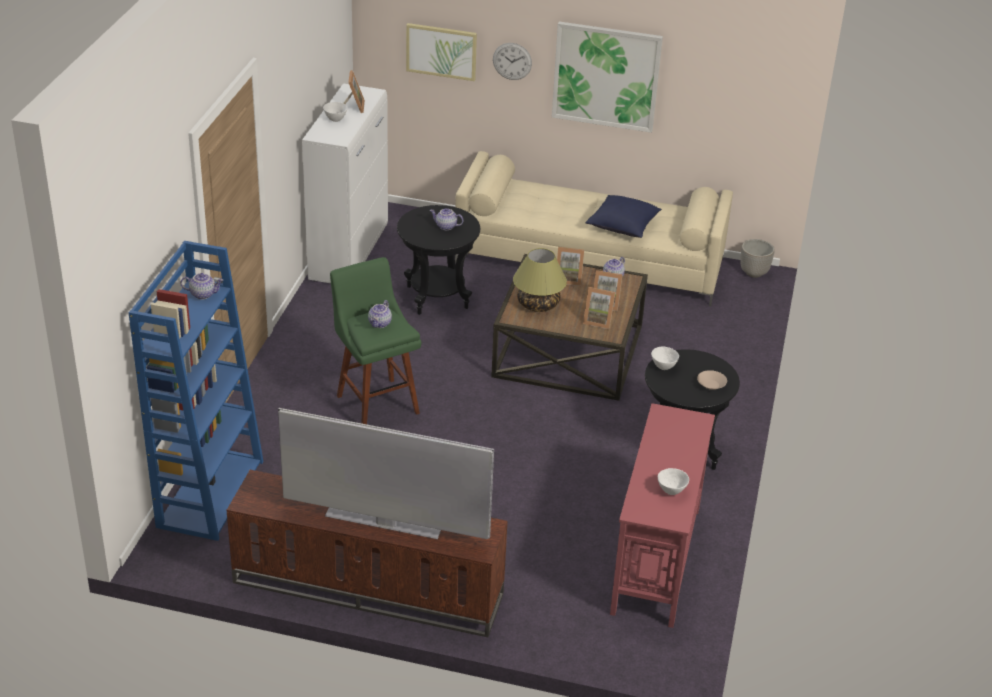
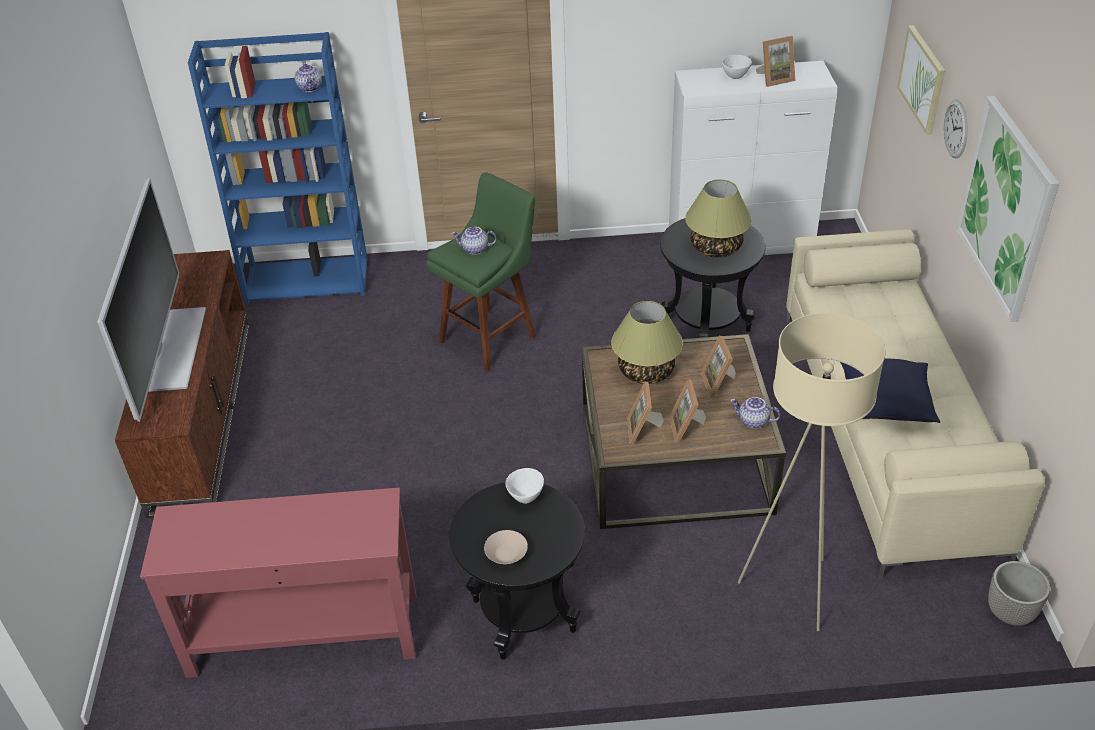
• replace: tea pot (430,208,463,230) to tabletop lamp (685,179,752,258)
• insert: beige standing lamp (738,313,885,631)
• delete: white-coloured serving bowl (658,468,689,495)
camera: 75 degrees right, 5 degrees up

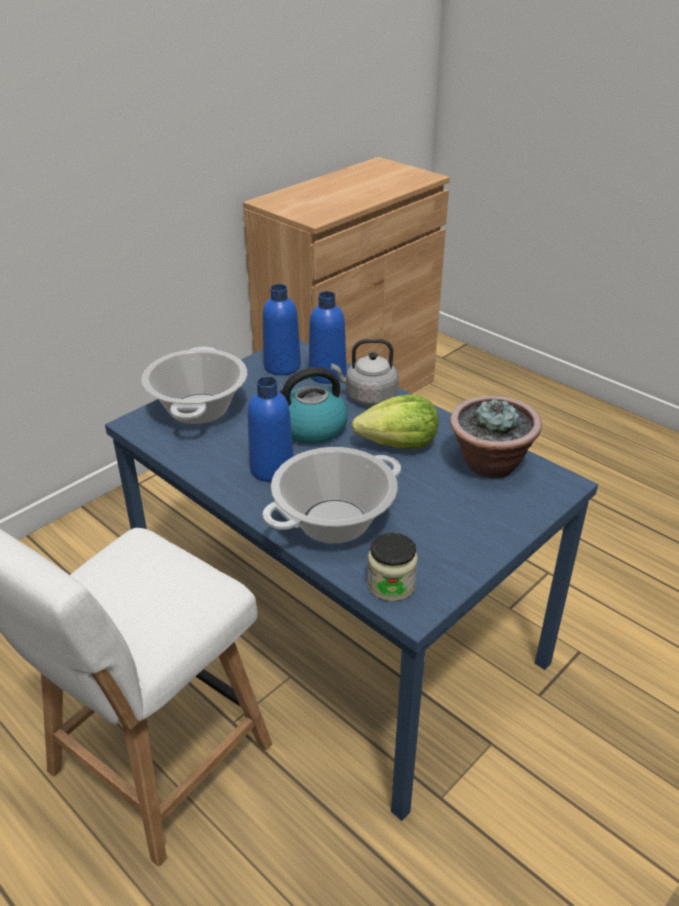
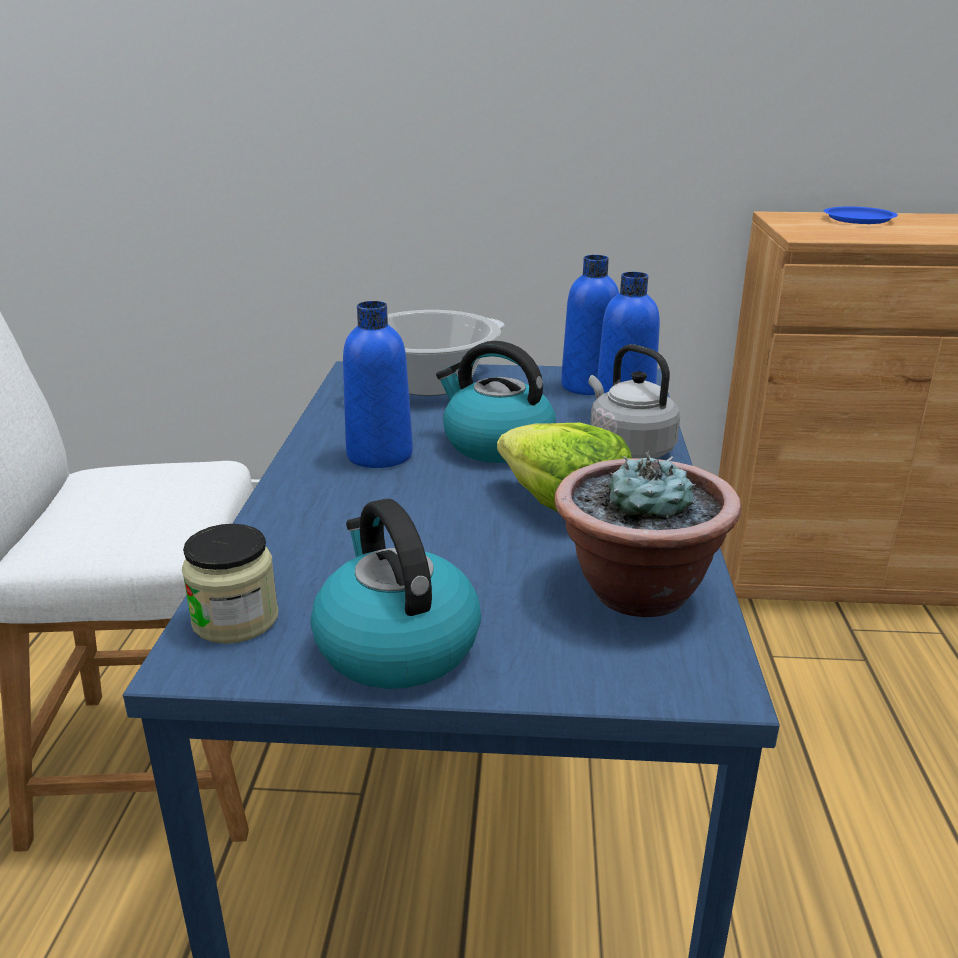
• insert: tea kettle (311,499,481,689)
• insert: blue-coloured dinner plate (824,206,898,224)
• delete: cooking pot (262,447,401,543)
camera: 50 degrees right, 10 degrees down

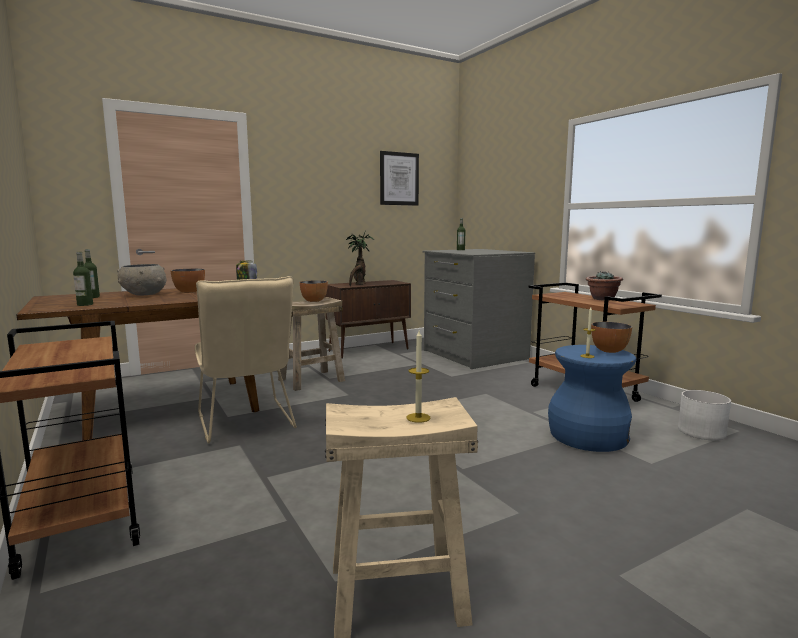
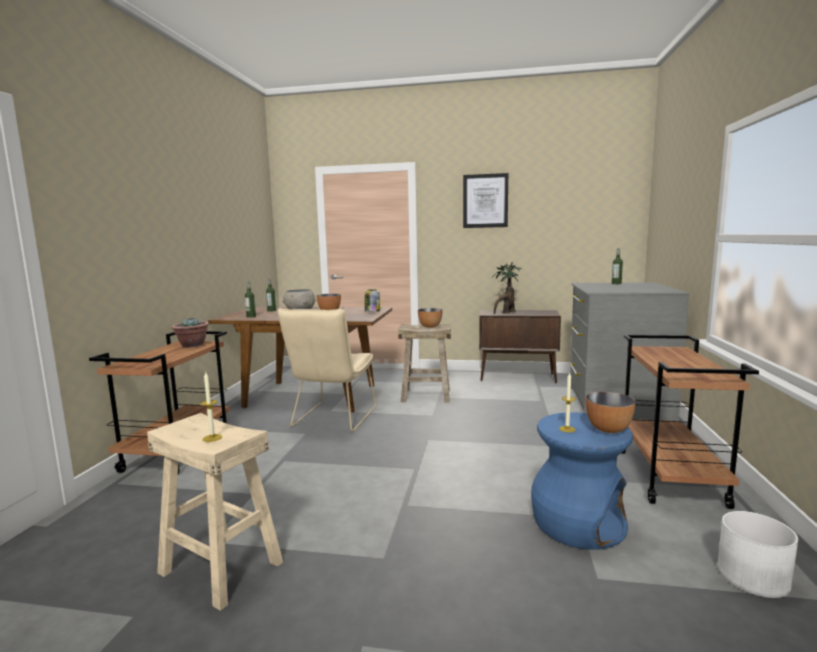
• move: potted plant (586,271,623,301) to (171,317,209,348)
• move: picture (380,151,419,206) to (463,173,508,228)
camera: 40 degrees right, 0 degrees up

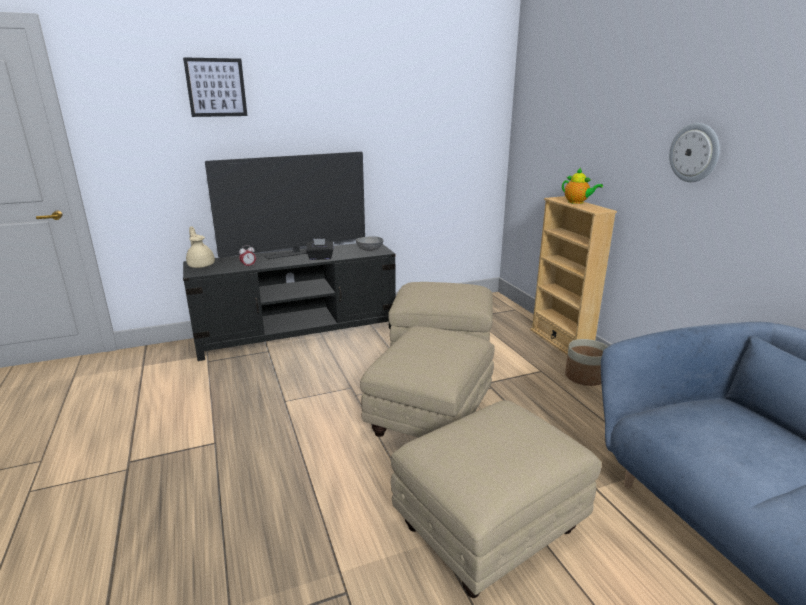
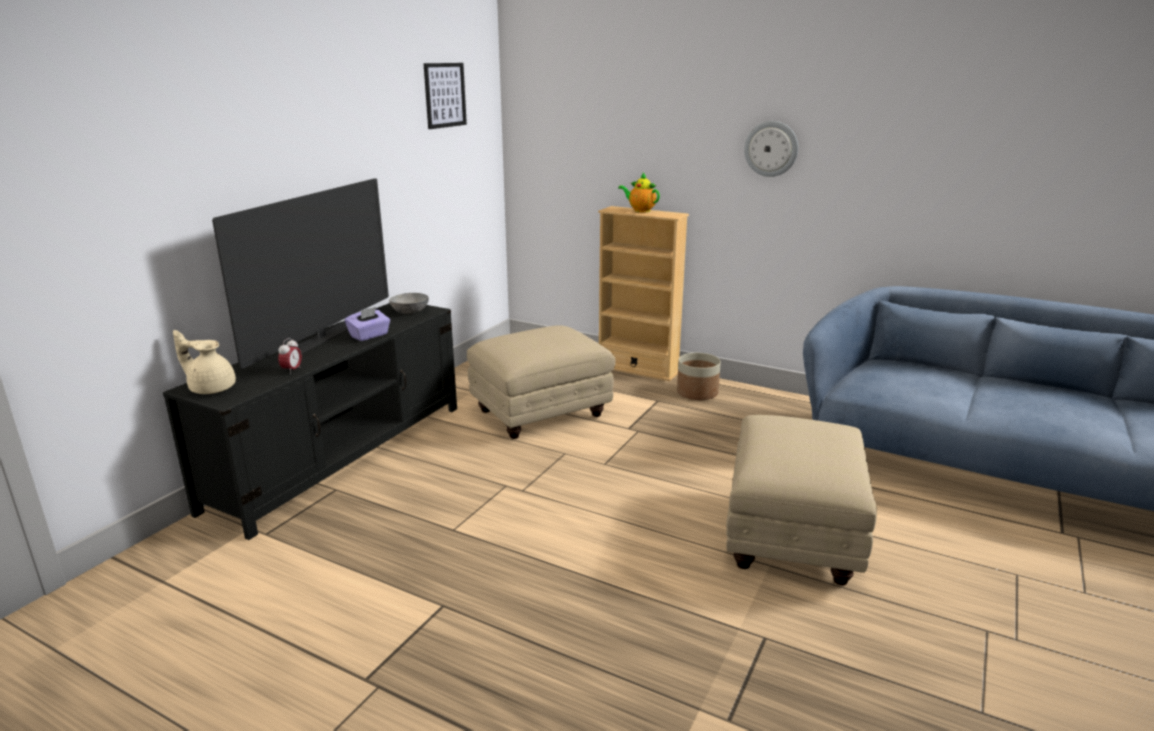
• recolor: blackish tissue holder (306,239,334,260) to purplish tissue holder (345,307,390,341)
• move: picture (183,57,247,117) to (423,63,467,129)
• rotate: tea pot (562,168,603,204) = (618,173,660,213) 150 degrees counterclockwise
• delete: beige pouffe (360,327,495,438)
camera: 40 degrees left, 0 degrees up

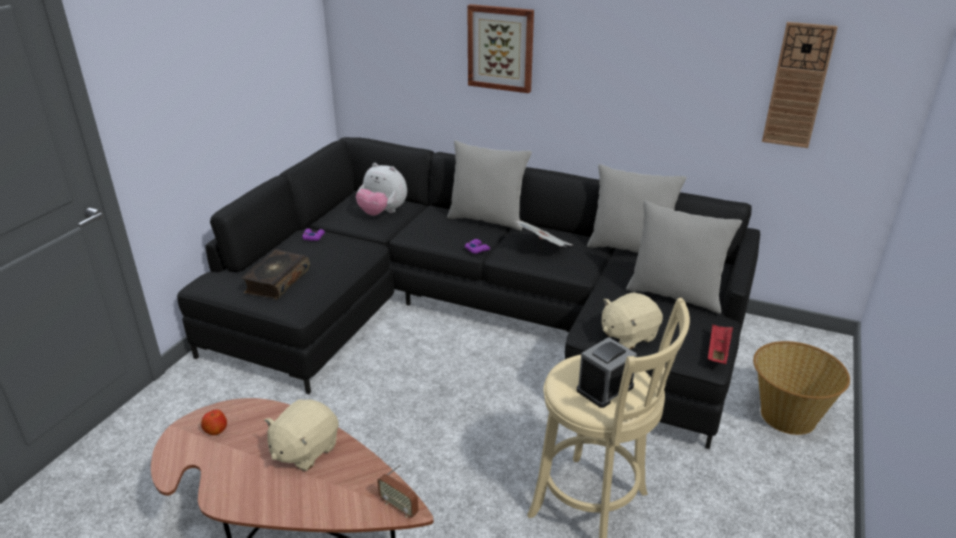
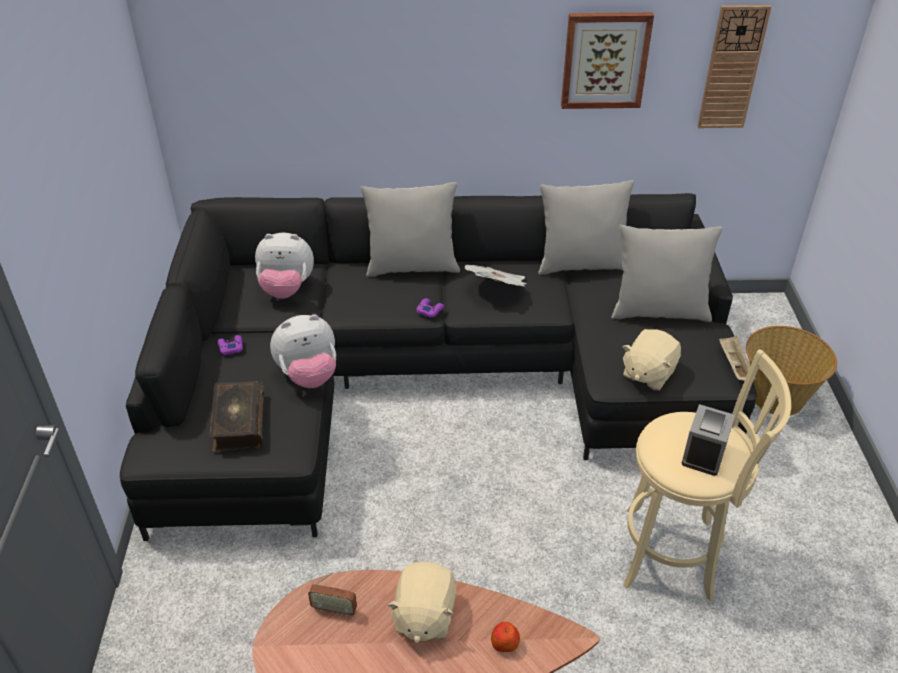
• insert: cuddly toy (270,314,336,388)
• move: radio (377,464,419,518) to (308,572,357,617)
• move: whole apple (201,410,227,435) to (491,622,520,652)
• move: picture (467,4,534,93) to (561,12,654,109)
• recolor: red-coloured tray (708,324,733,364) to beige tray (719,336,756,381)
camera: 25 degrees left, 10 degrees up

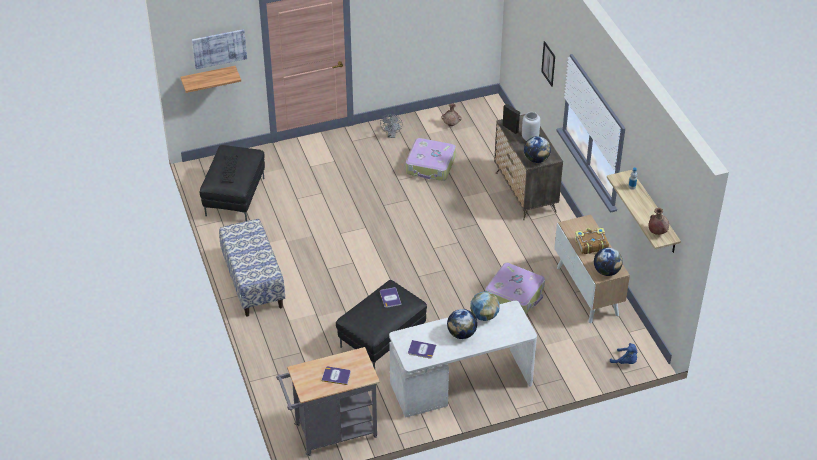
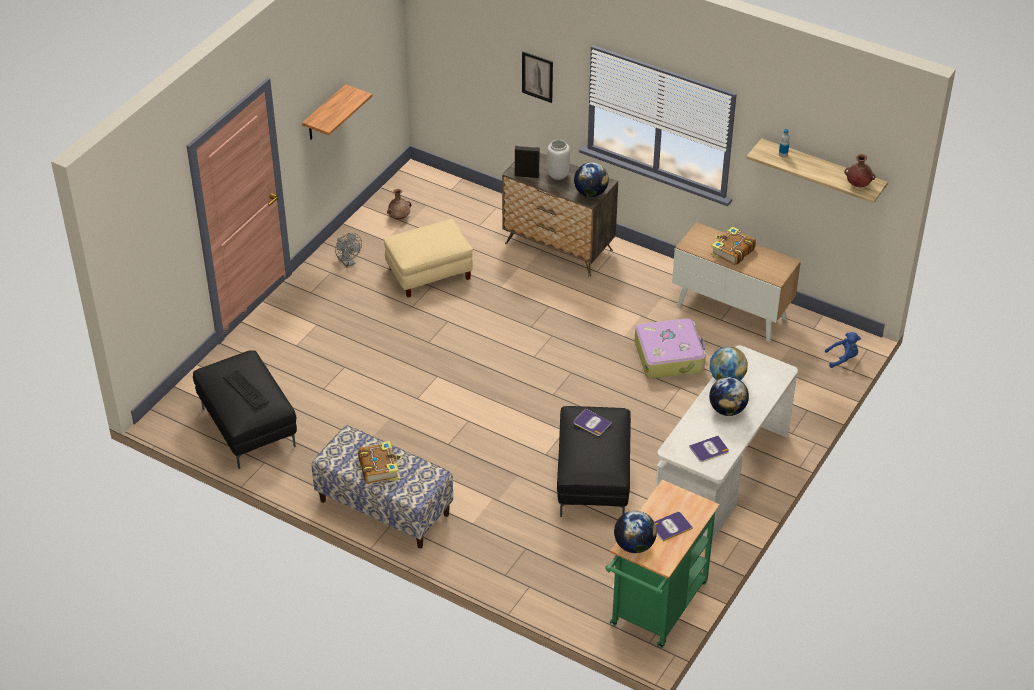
• move: wall shelf (181,66,241,93) to (302,84,372,140)
• insert: bound book (358,441,402,484)
• replace: suitcase (406,138,456,181) to beige pouffe (384,219,473,298)
• recolor: gray trolley (276,347,380,456) to green trolley (605,480,719,648)
• move: desk globe (594,247,623,276) to (614,510,657,553)
• delete: picture (192,29,247,69)
camera: 40 degrees left, 0 degrees up

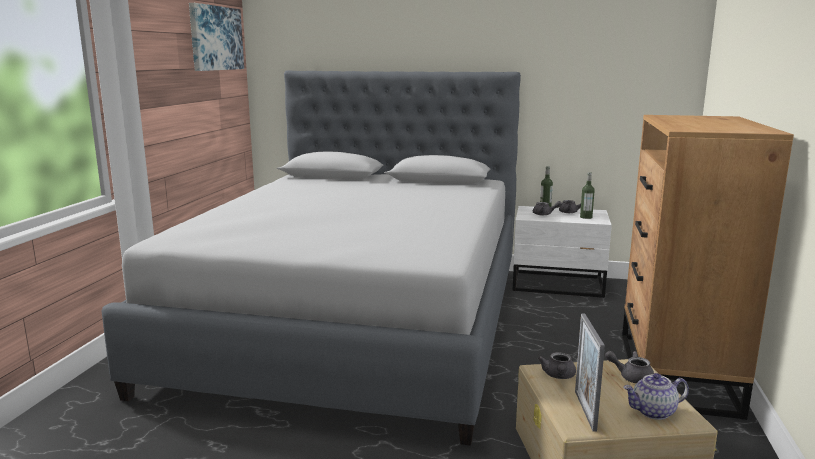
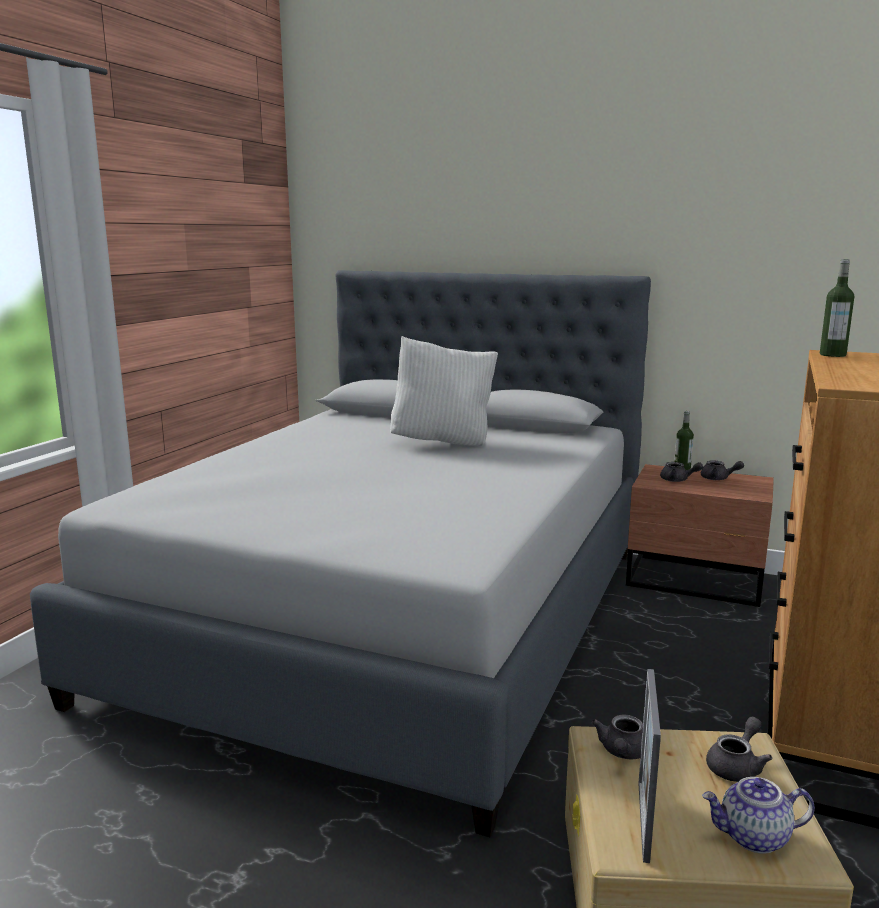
• insert: white-coloured pillow (390,336,498,446)
• recolor: white-coloured bedside table (512,206,612,298) to brownish bedside table (626,464,774,607)
• rotate: gray tea pot (605,351,654,383) = (706,717,772,782) 105 degrees clockwise
• move: beverage bottle (580,172,595,219) to (820,259,854,357)
• delete: picture (189,3,244,71)
camera: 10 degrees right, 0 degrees up

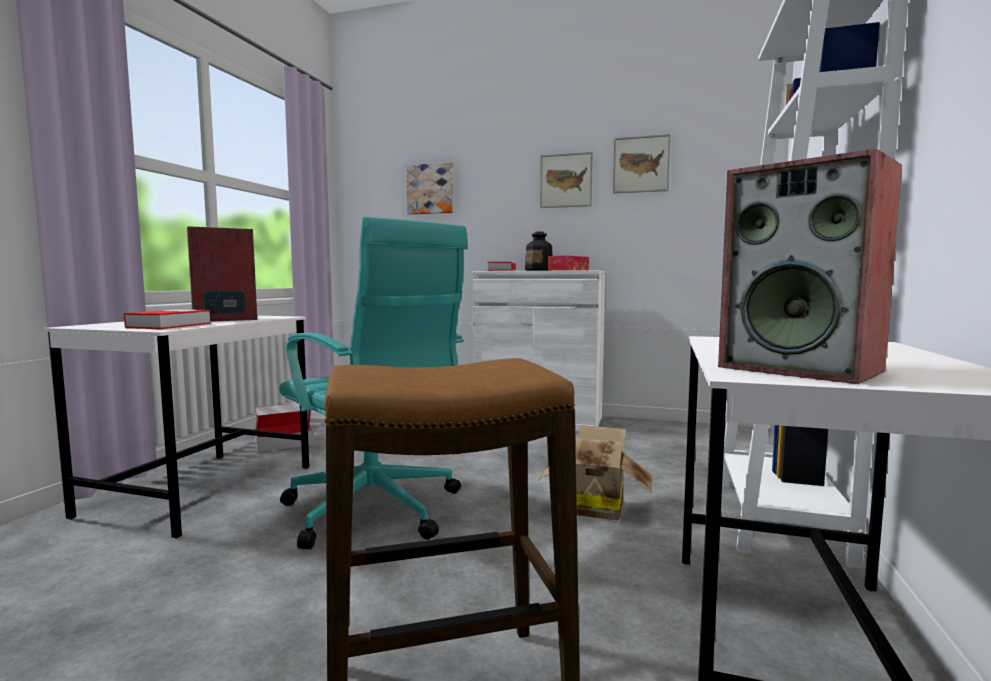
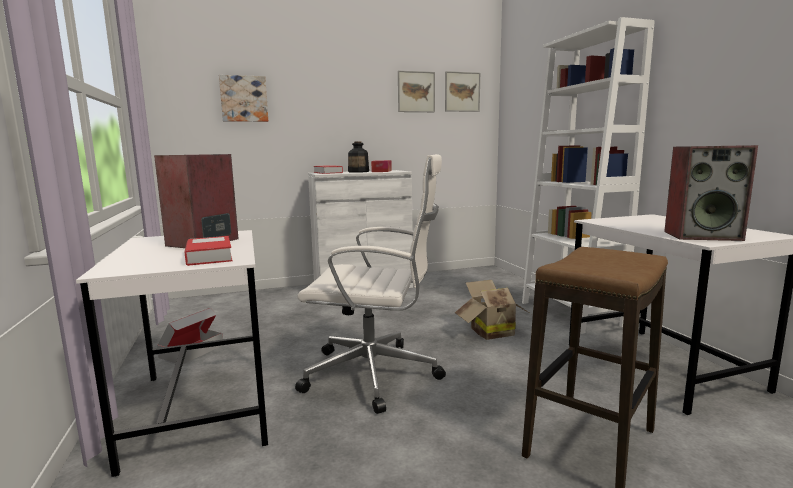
• recolor: turquoise desk chair (279,216,468,549) to white-coloured desk chair (295,154,446,414)
• move: picture (540,152,593,208) to (445,71,480,112)
camera: 35 degrees left, 5 degrees up

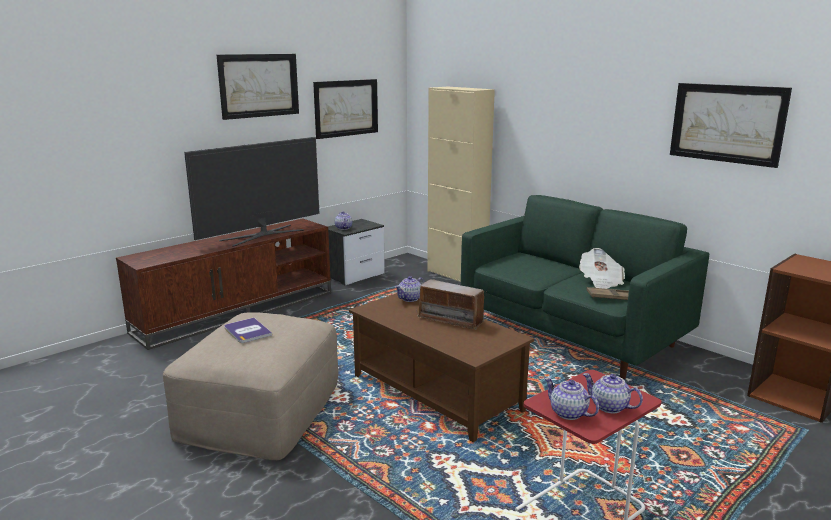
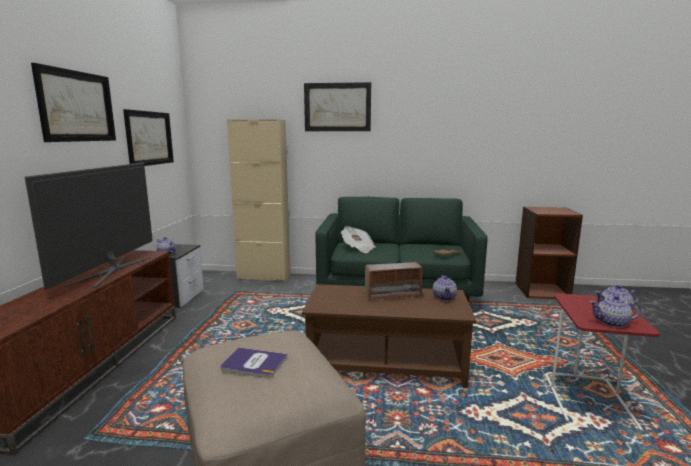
• move: picture (670,83,792,168) to (304,82,371,131)
• move: printed paper (579,248,625,289) to (341,226,376,253)
• move: tea pot (395,276,425,302) to (433,275,457,301)
camera: 40 degrees left, 5 degrees down

